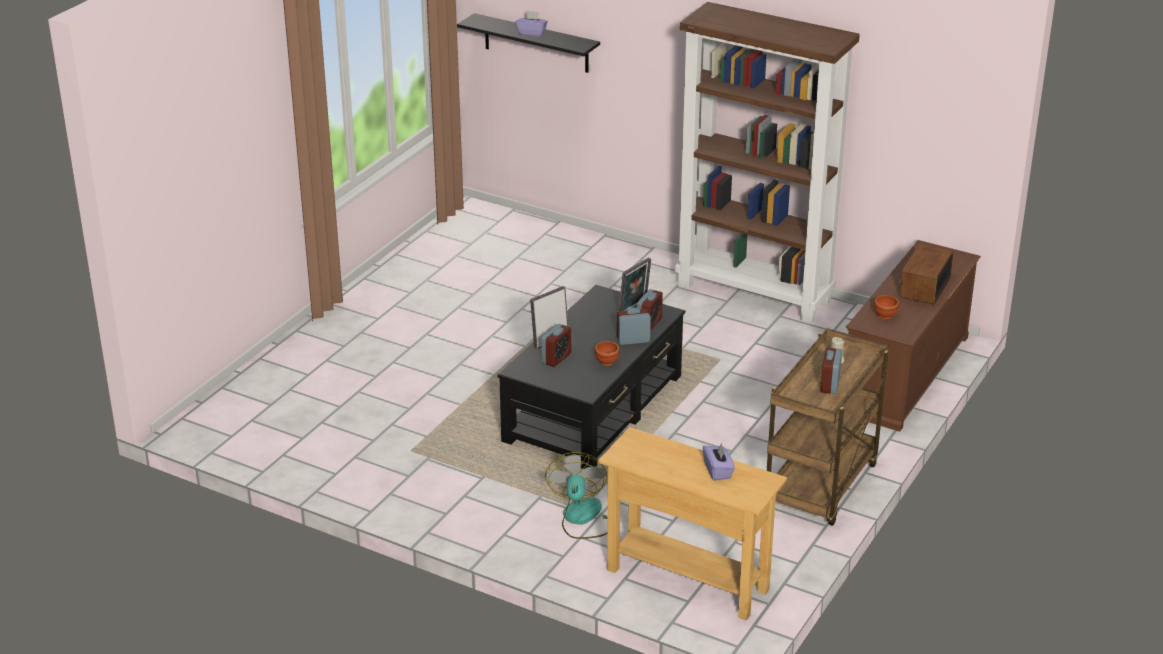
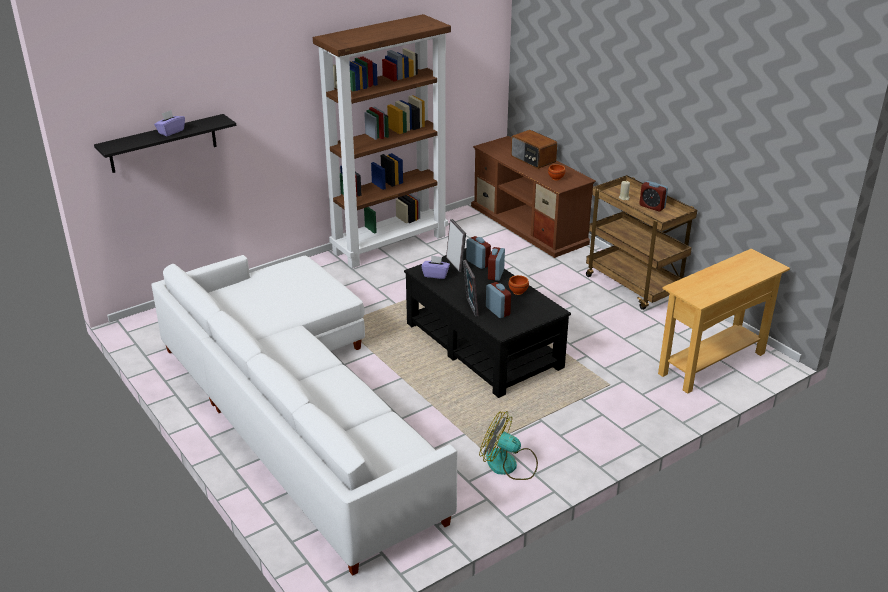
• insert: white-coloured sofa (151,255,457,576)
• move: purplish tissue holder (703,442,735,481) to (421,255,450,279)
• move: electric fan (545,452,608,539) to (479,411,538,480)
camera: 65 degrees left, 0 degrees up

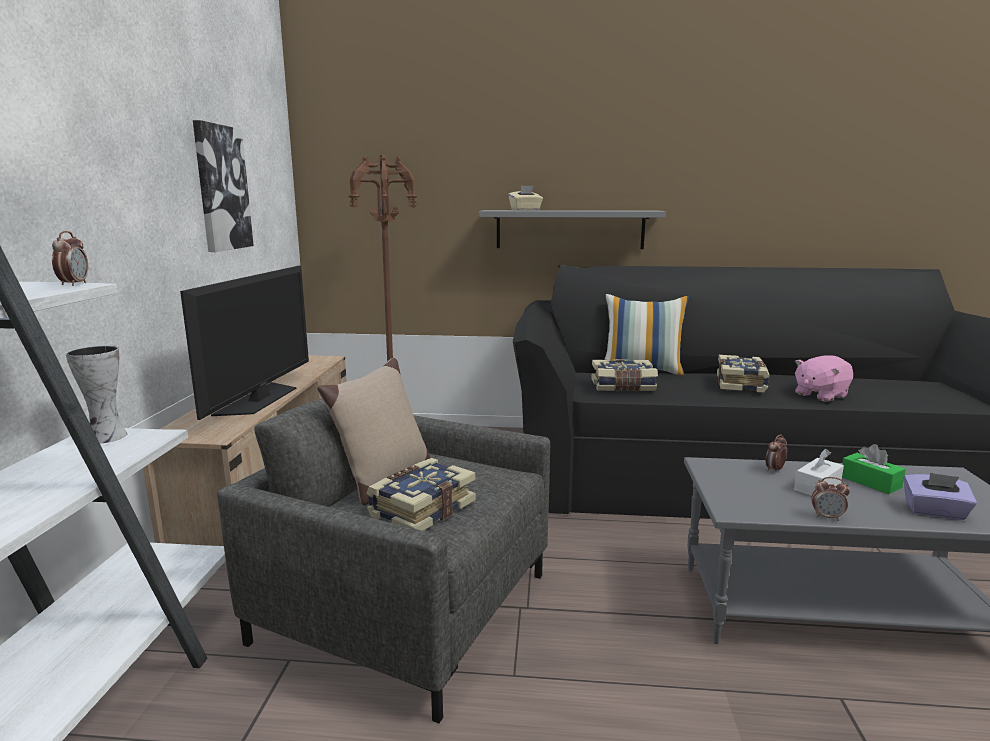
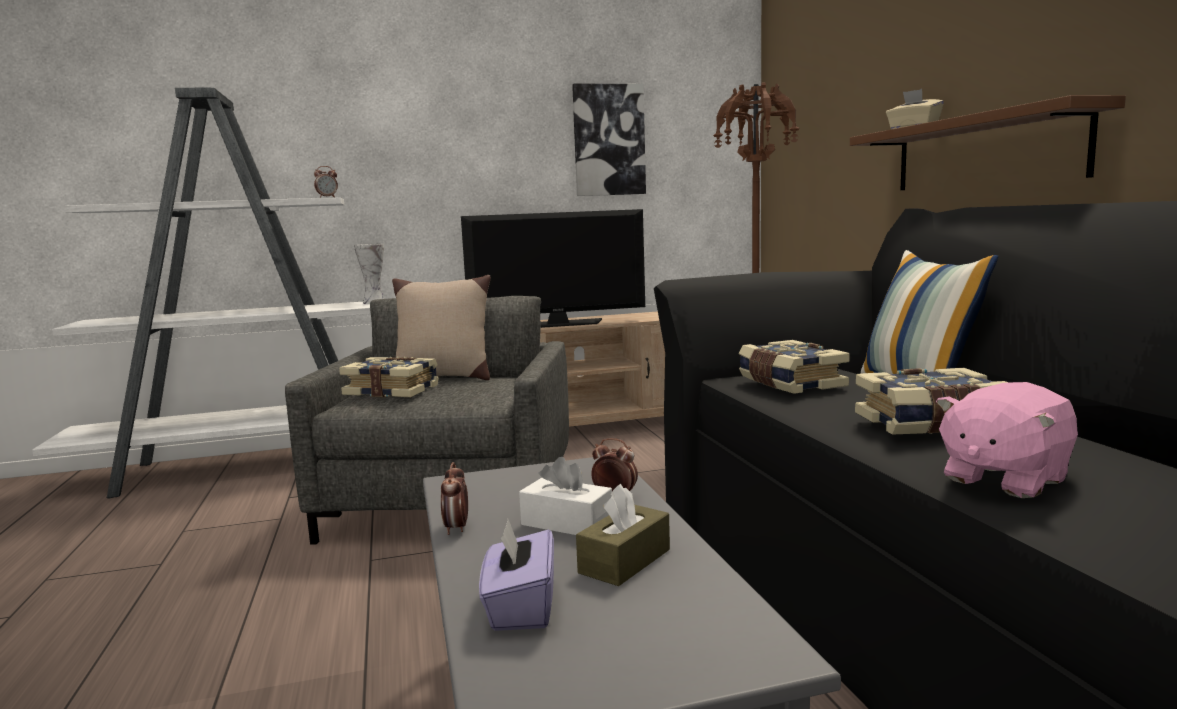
• recolor: green tissue holder (842,444,906,494) to brownish tissue holder (576,484,670,586)
• recolor: gray wall shelf (479,210,666,249) to brownish wall shelf (850,95,1126,190)
• rotate: pink-coloured cuddly toy (795,355,853,402) = (936,382,1078,498) 75 degrees counterclockwise
camera: 70 degrees right, 5 degrees down

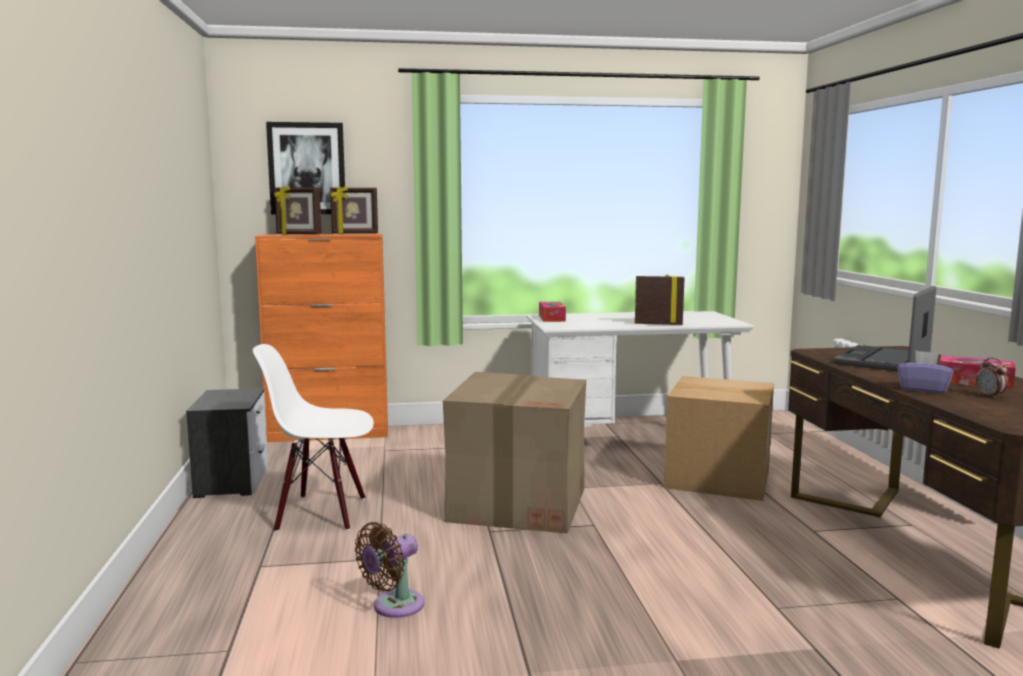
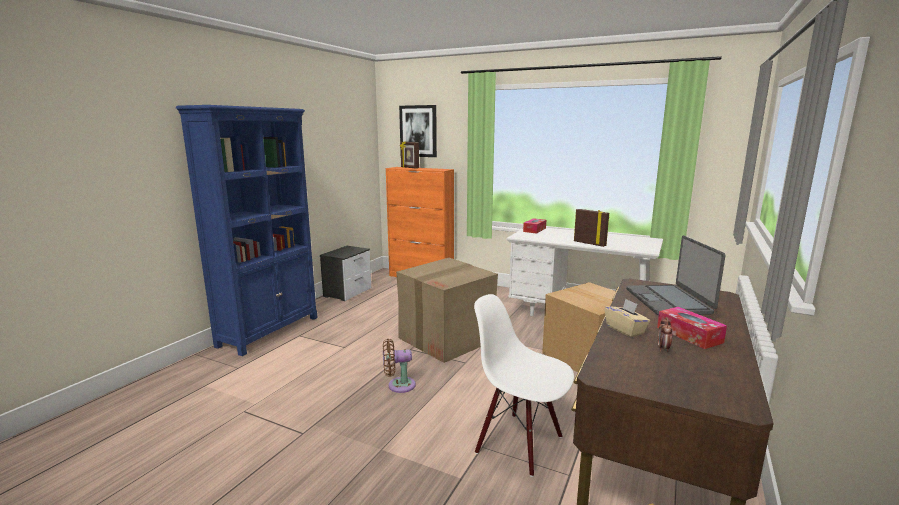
• insert: blue-coloured shelving unit (176,105,317,356)
• move: brownish electric fan (355,522,424,618) to (383,339,416,393)
• move: white-coloured upright chair (253,344,374,532) to (474,294,574,477)
• recolor: purplish tissue holder (897,351,953,394) to beige tissue holder (605,299,650,337)
• rotate: laptop (833,286,936,371) = (626,236,726,315) 75 degrees counterclockwise
• delete: standing frame (330,186,378,234)
camera: 35 degrees right, 5 degrees up

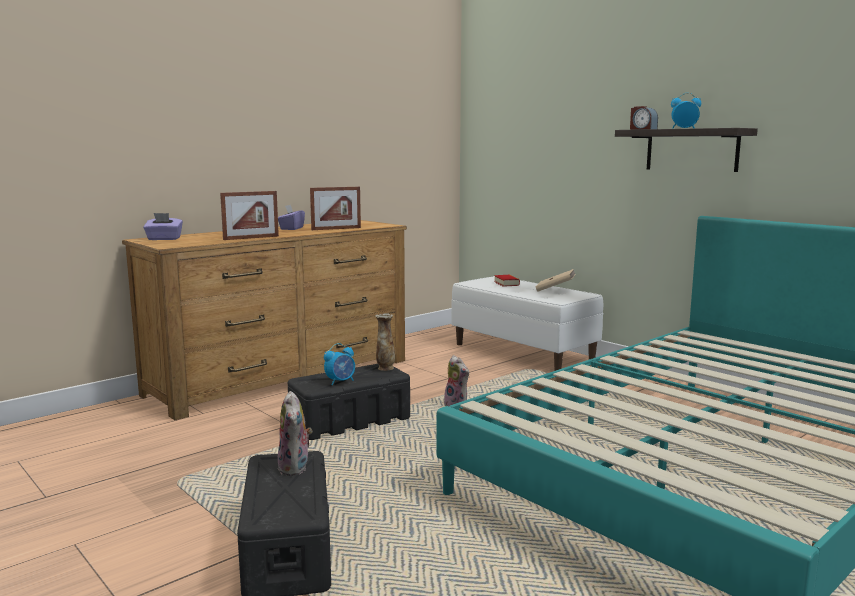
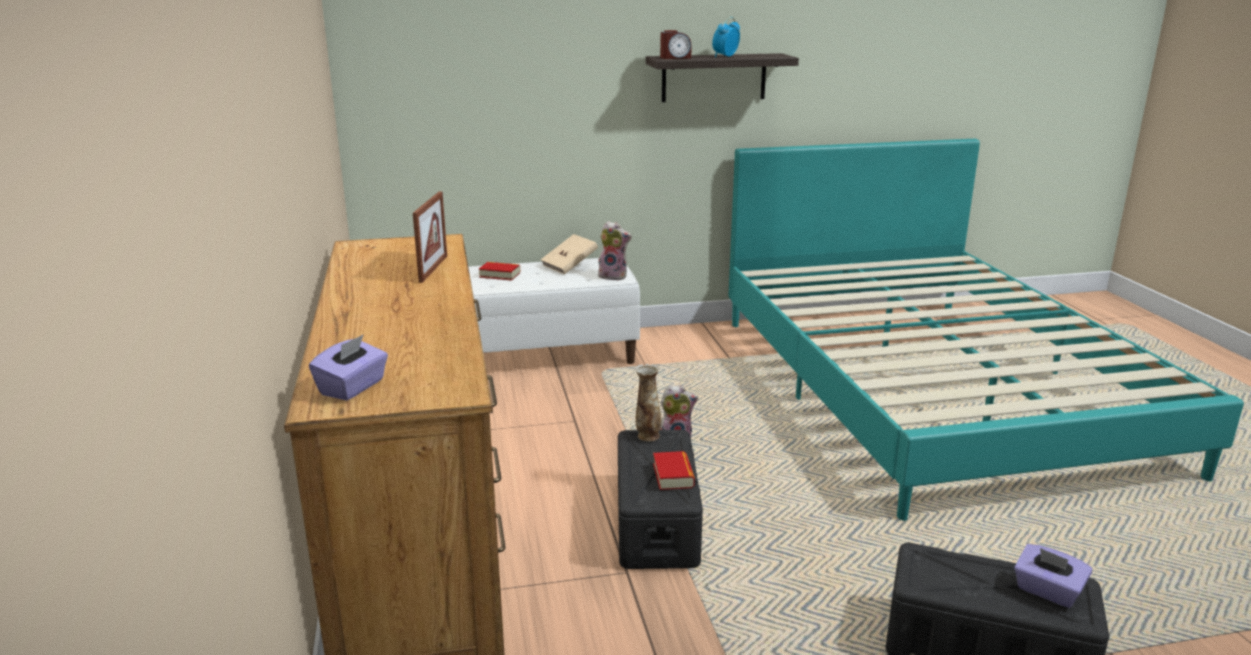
• move: cuddly toy (278,391,312,476) to (598,221,632,280)
• replace: bedside clock (324,343,355,385) to bound book (653,451,695,490)
• move: purplish tissue holder (278,205,305,230) to (1014,544,1093,608)
• delete: standing frame (220,191,279,240)
camera: 60 degrees left, 10 degrees up

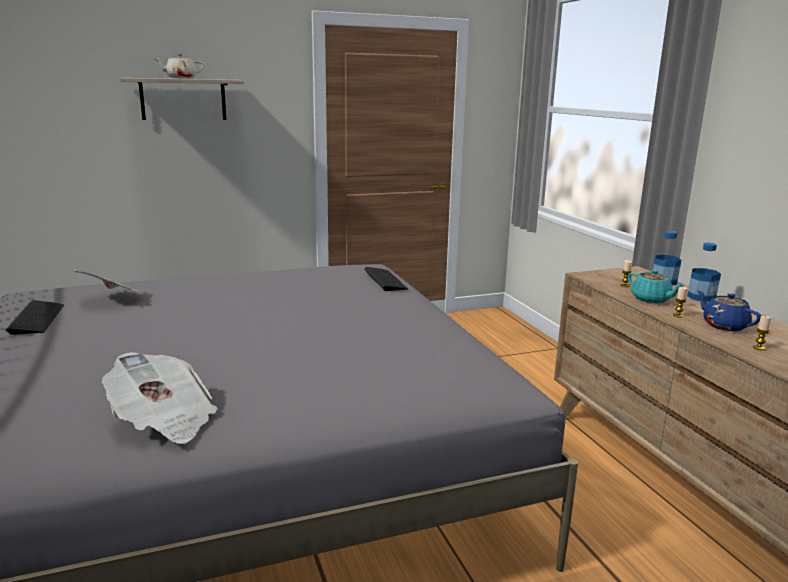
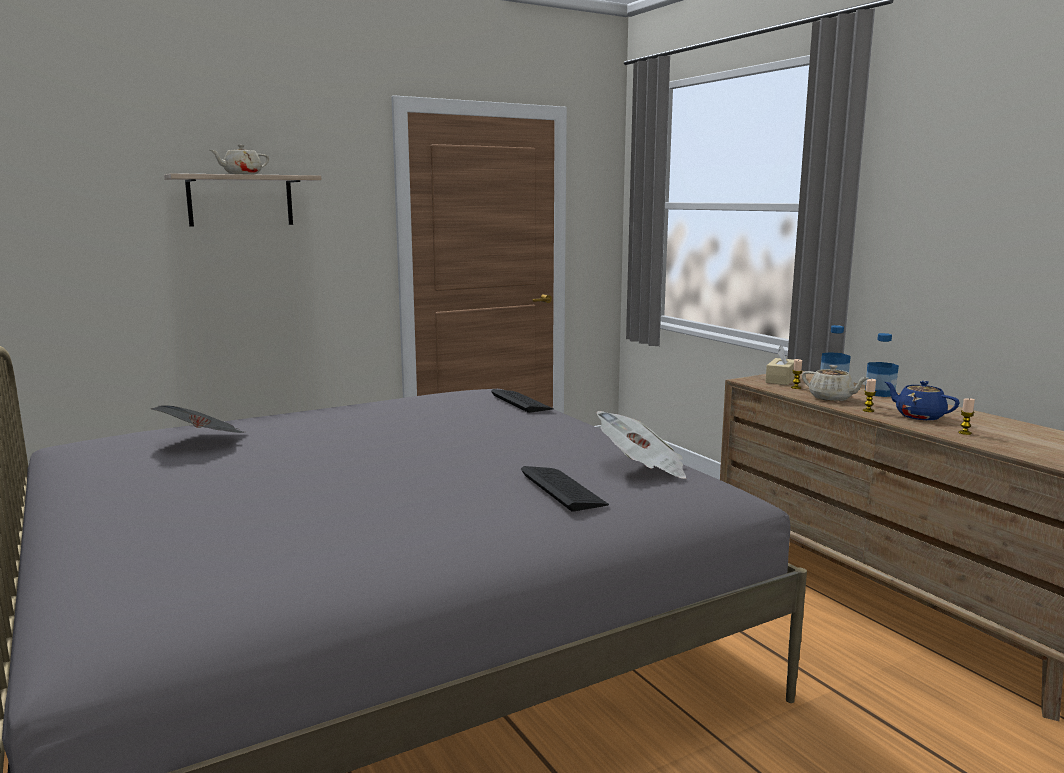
• move: computer keyboard (5,300,64,335) to (521,466,609,512)
• move: printed paper (102,352,217,444) to (597,411,686,479)
• insert: beige tissue holder (765,345,795,385)
• recolor: turquoise tea pot (628,270,684,303) to beige tea pot (802,365,869,401)
camera: 10 degrees left, 5 degrees down

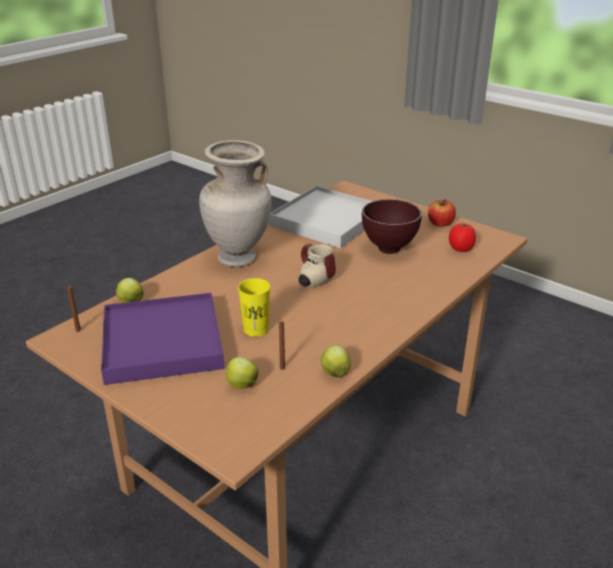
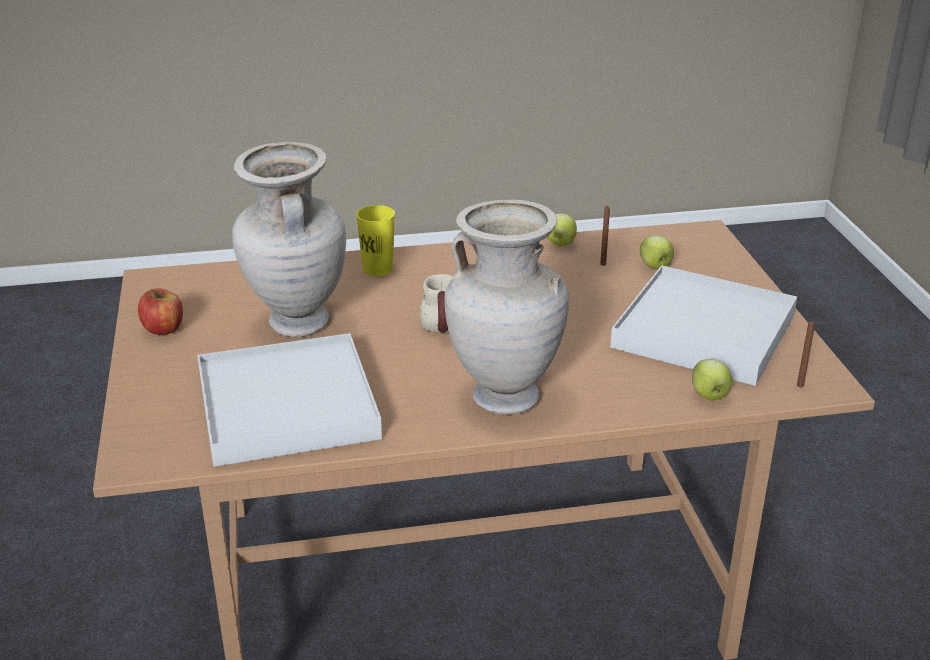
• replace: brownish serving bowl (362,199,422,254) to beige decorative vase (232,142,346,337)
• move: yellow-coloured drinking cup (238,278,270,337) to (356,205,395,276)
• recolor: purplish tray (101,293,225,385) to white-coloured tray (610,265,797,386)
• delete: tomato (449,223,476,252)
camera: 140 degrees left, 0 degrees up

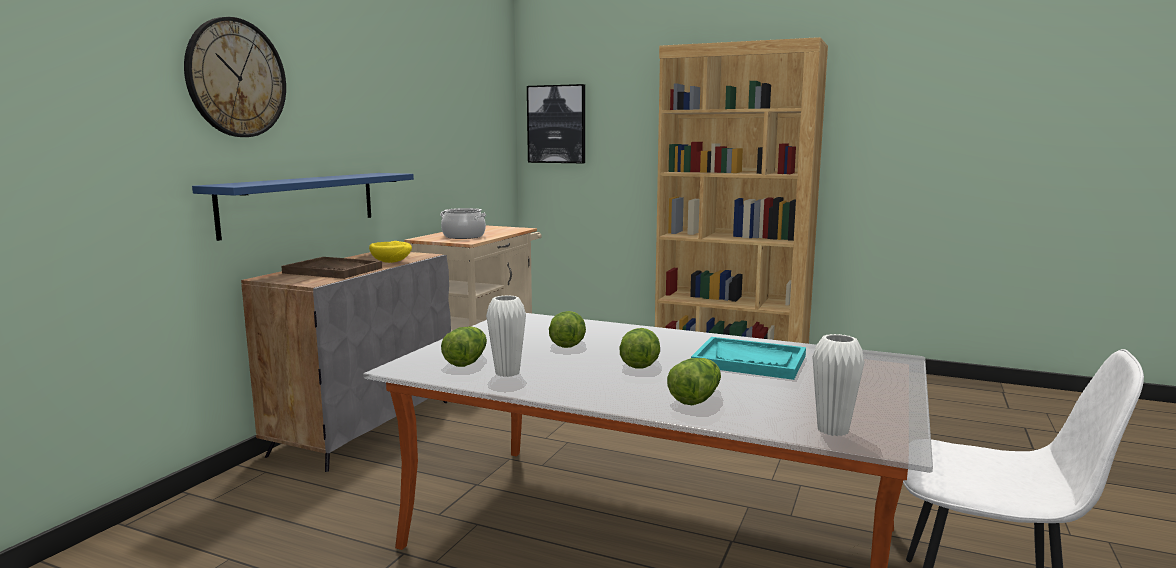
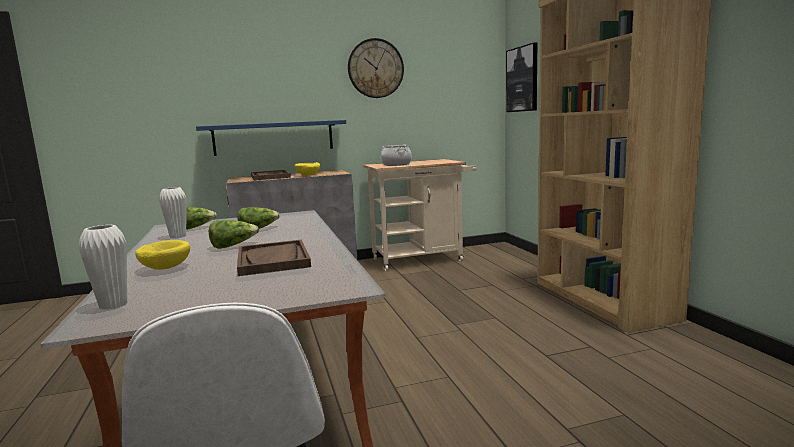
• replace: lettuce head (667,358,721,405) to yellow-coloured serving bowl (135,240,190,270)
• recolor: turquoise tray (691,337,806,380) to brownish tray (237,240,311,276)
• move: clock on the wall (184,17,286,137) to (348,38,404,98)
camera: 50 degrees right, 0 degrees up

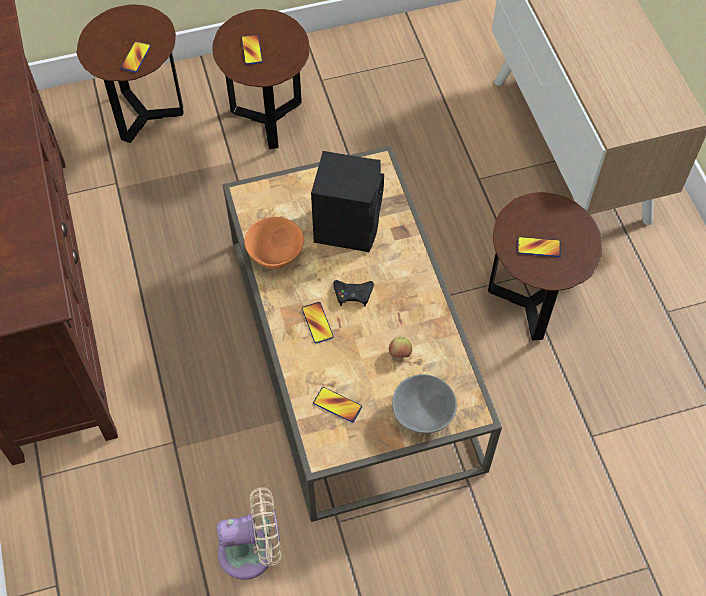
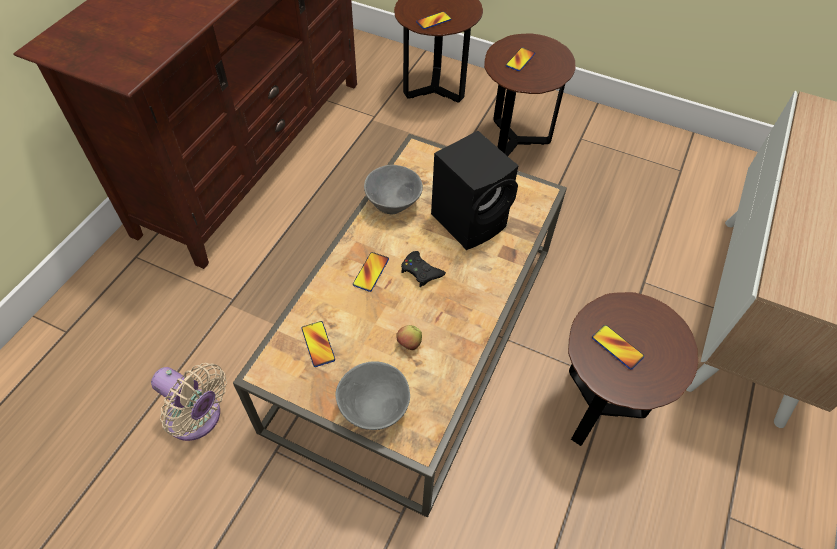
• recolor: orange-coloured serving bowl (244,217,304,269) to gray serving bowl (364,165,423,214)
camera: 40 degrees right, 5 degrees down

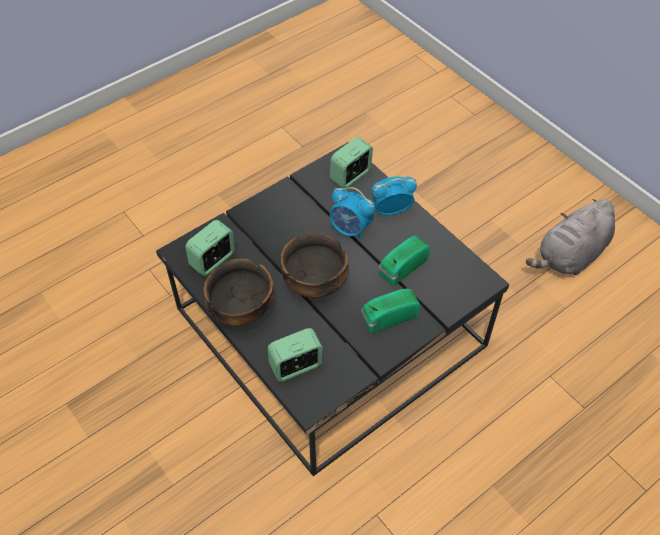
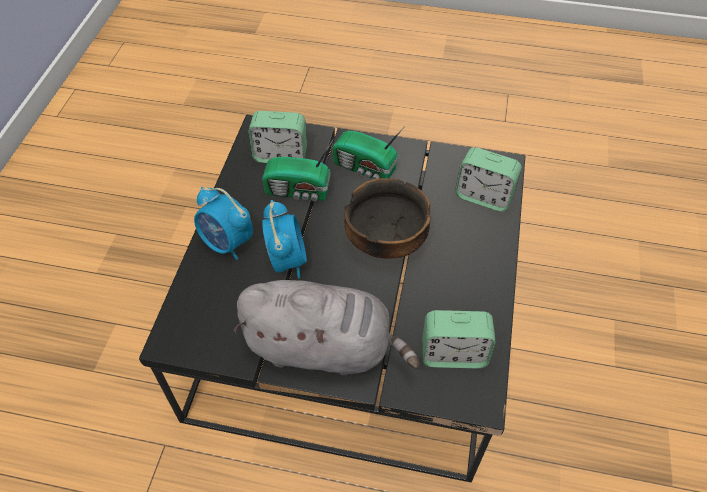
• move: gray cuddly toy (526,199,615,275) to (233,280,420,375)
• move: bedside clock (330,137,373,188) to (248,111,307,163)
• delete: serving bowl (204,259,274,326)
camera: 130 degrees left, 0 degrees up

